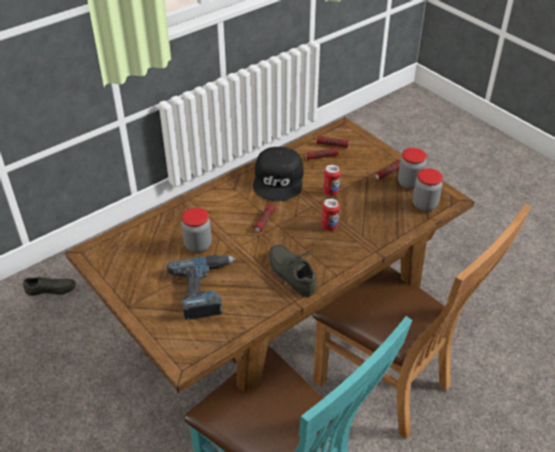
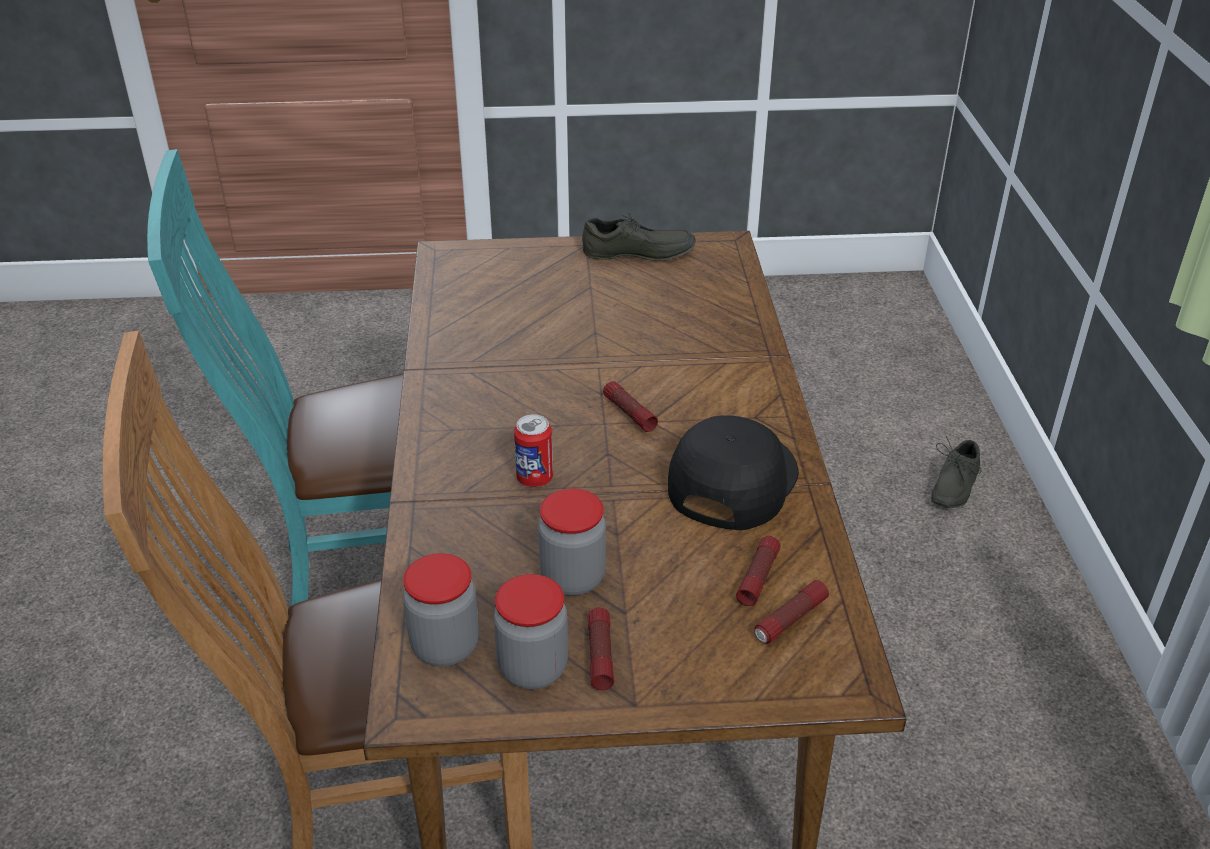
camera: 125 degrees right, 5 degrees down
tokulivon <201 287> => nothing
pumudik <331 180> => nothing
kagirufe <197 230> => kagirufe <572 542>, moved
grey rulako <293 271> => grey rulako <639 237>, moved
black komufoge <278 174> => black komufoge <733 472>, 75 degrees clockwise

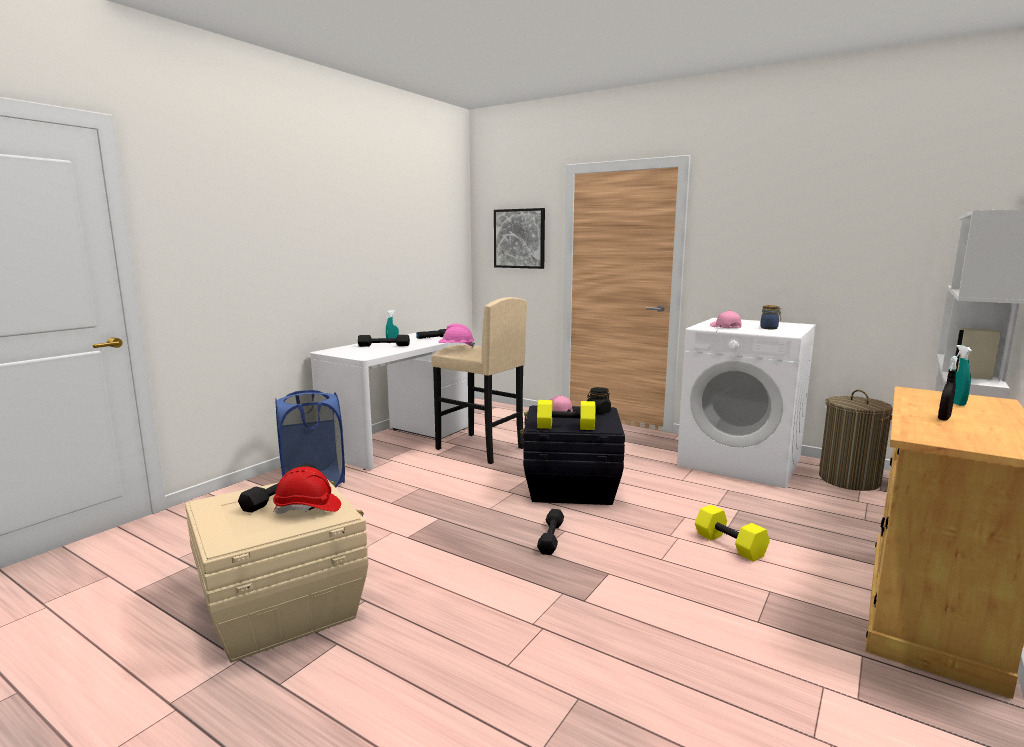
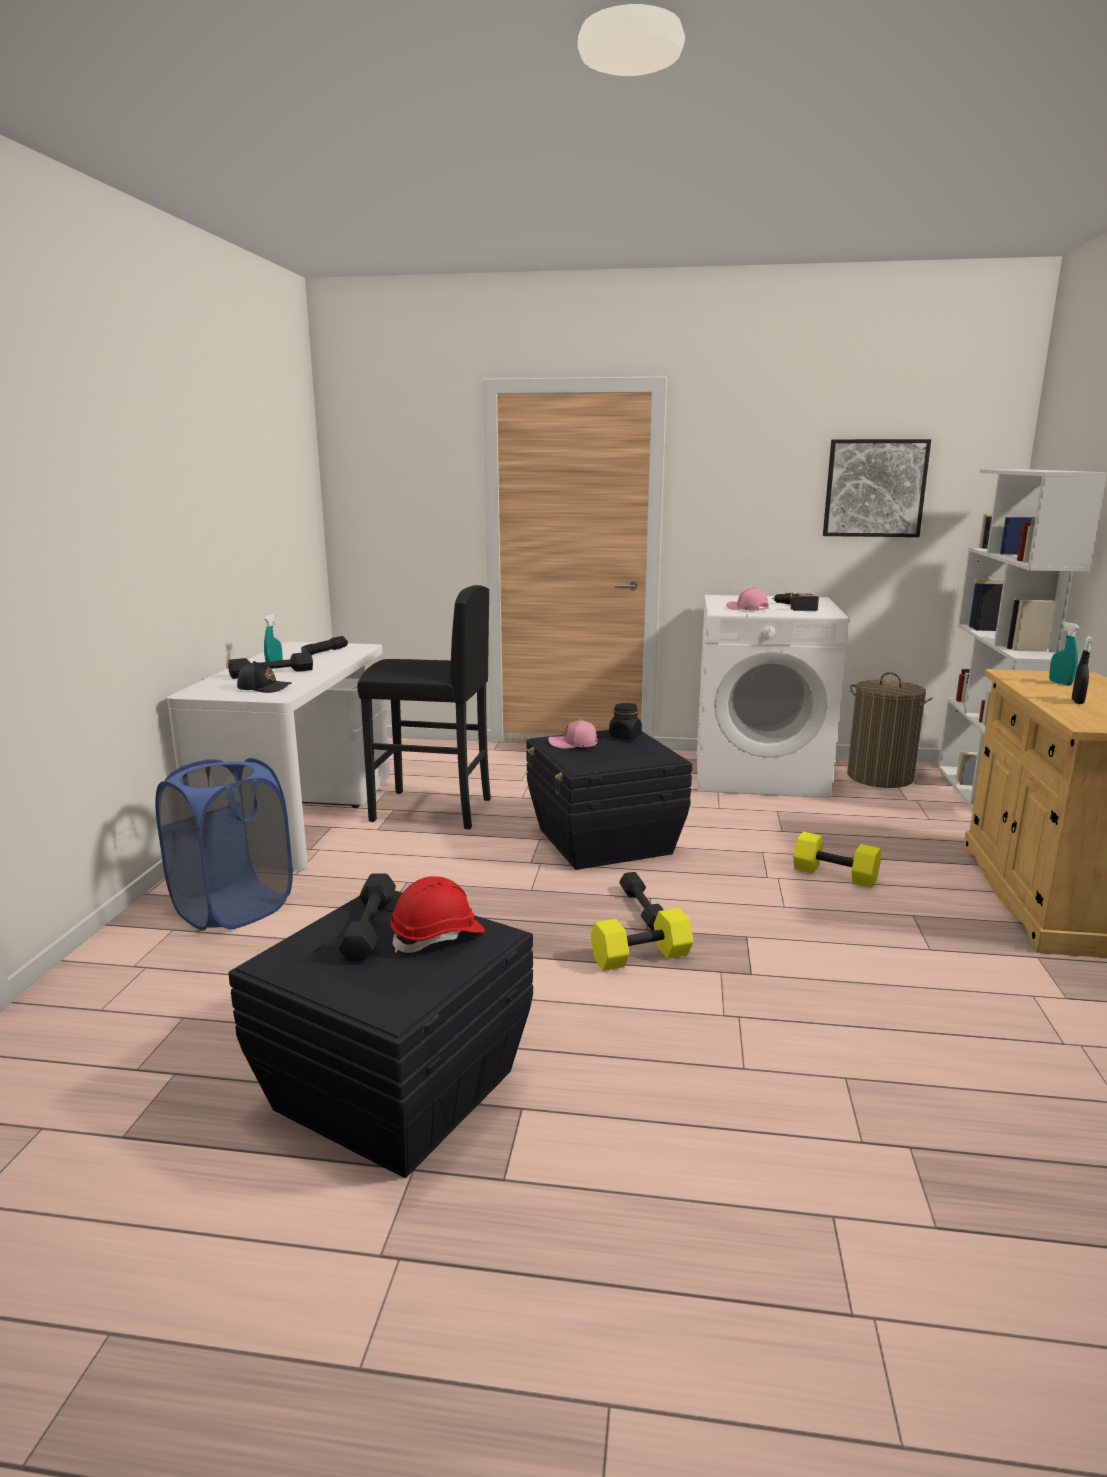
camera: 25 degrees left, 5 degrees up
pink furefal <457 336> => nothing
nothing => black komufoge <264 677>
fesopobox <519 238> => fesopobox <877 488>, moved
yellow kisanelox <566 415> => yellow kisanelox <642 939>, moved
kagirufe <771 317> => tokulivon <795 602>
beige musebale <276 571> => black musebale <380 1034>
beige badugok <479 380> => black badugok <424 707>

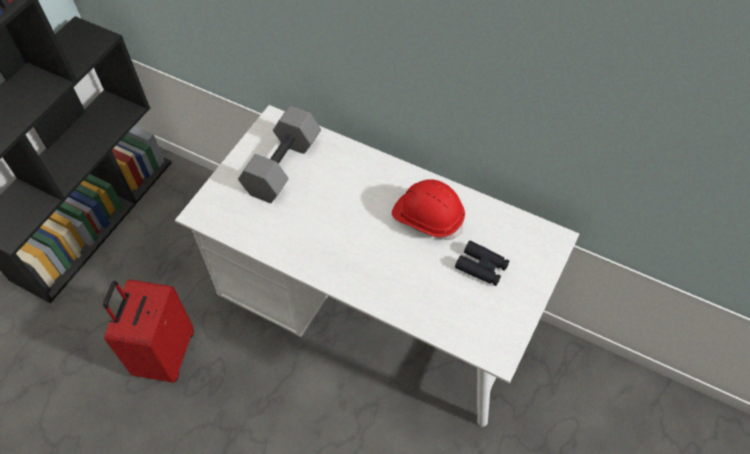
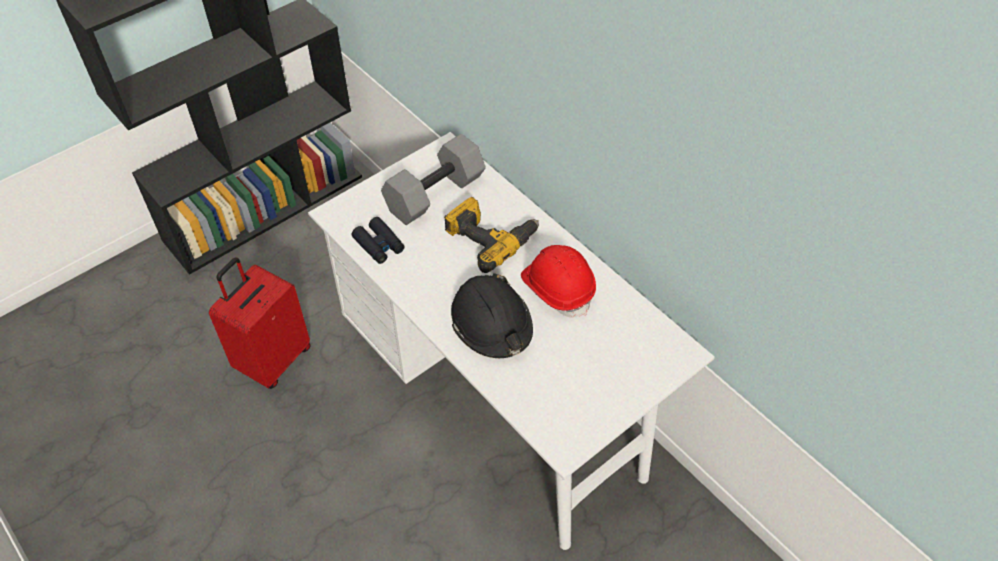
camera: 20 degrees right, 5 degrees down
nothing => tokulivon <491 235>
nothing => black furefal <492 315>
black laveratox <482 263> => black laveratox <378 240>, moved

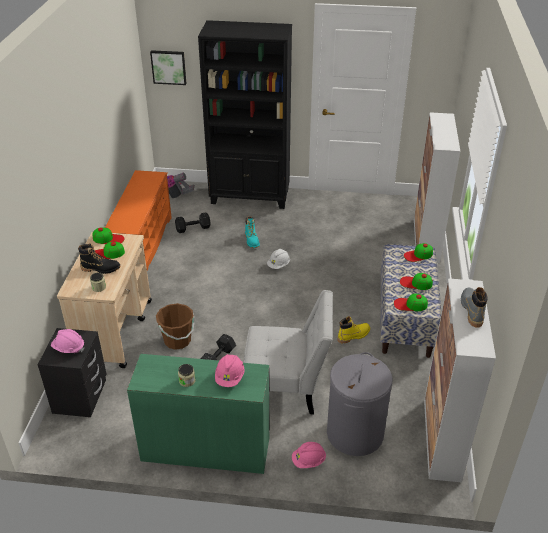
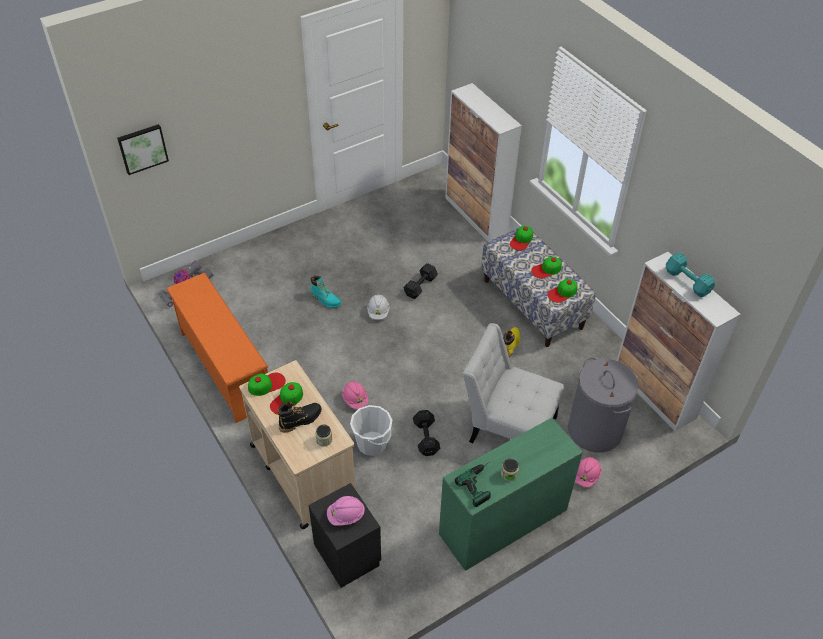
camera: 40 degrees left, 10 degrees up
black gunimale <245 114> => nothing
nothing => tokulivon <473 484>
black kisanelox <193 223> => black kisanelox <420 281>, moved
pink furefal <230 370> => pink furefal <355 395>, moved
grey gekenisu <474 307> => turquoise kisanelox <690 275>
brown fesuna <175 326> => white fesuna <371 430>
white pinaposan <288 352> => white pinaposan <513 383>, 120 degrees counterclockwise

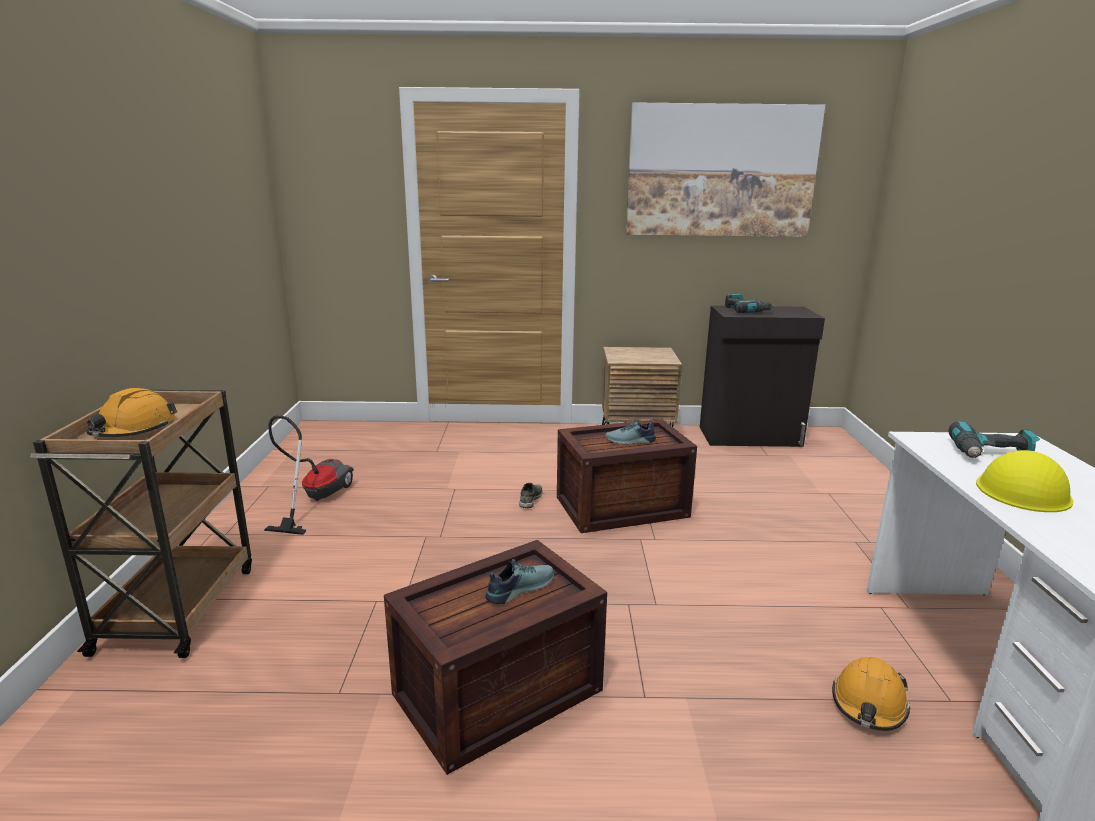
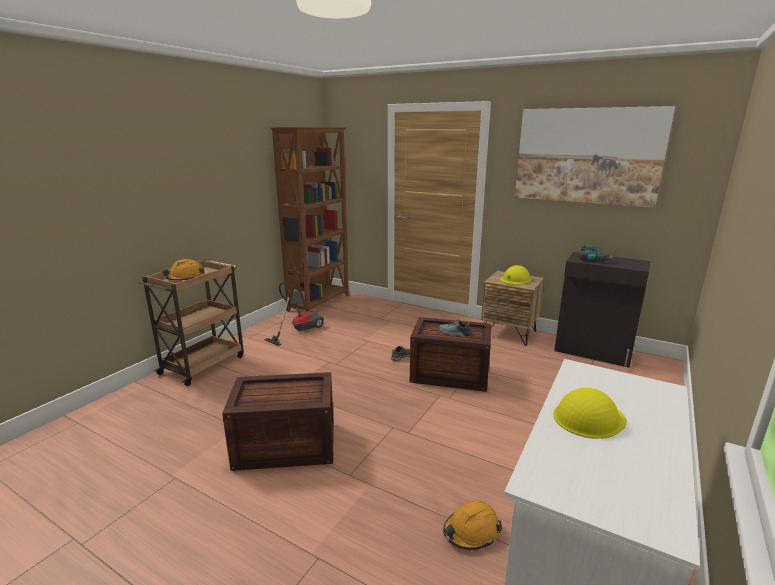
camera: 30 degrees right, 0 degrees up
rulako <519 582> => nothing
tokulivon <994 439> => nothing
nothing => brown gunimale <309 219>
nothing => yellow furefal <515 275>

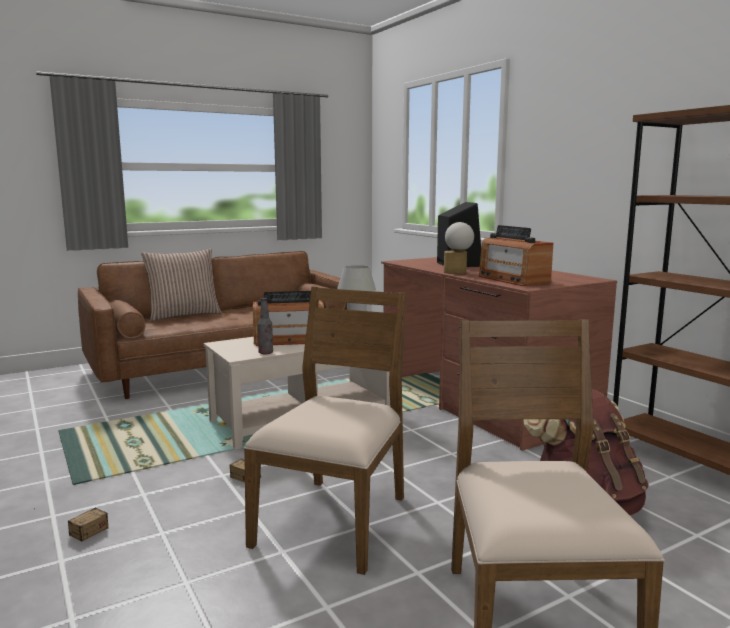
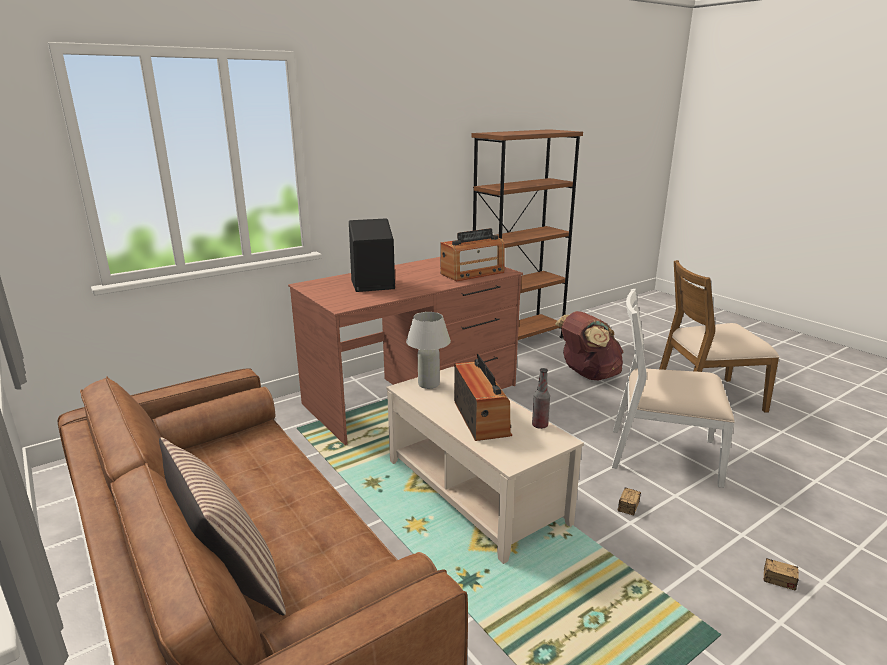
camera: 95 degrees left, 10 degrees up
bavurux <459 248> => nothing
brown pinaposan <325 430> => white pinaposan <673 388>

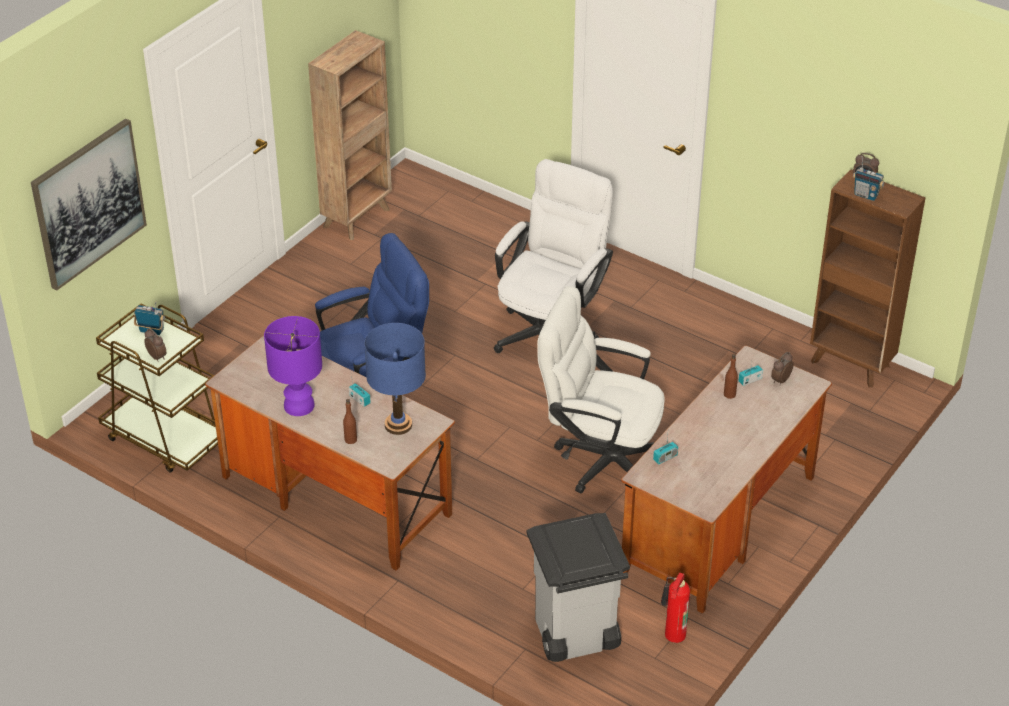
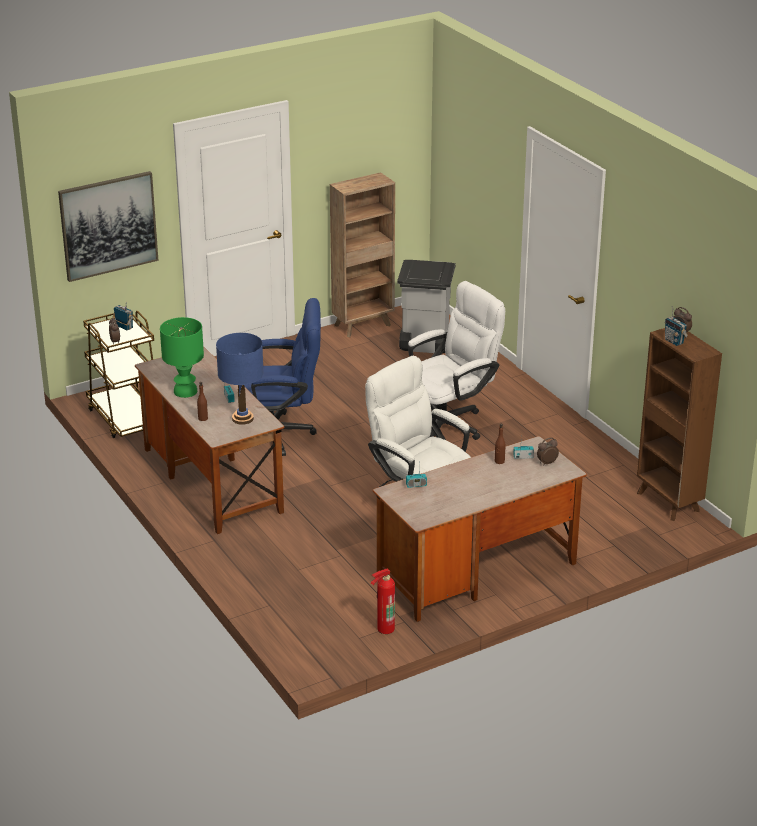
camera: 25 degrees right, 10 degrees down
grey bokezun <578 587> => grey bokezun <426 307>, moved
purple bavurux <293 366> => green bavurux <182 357>

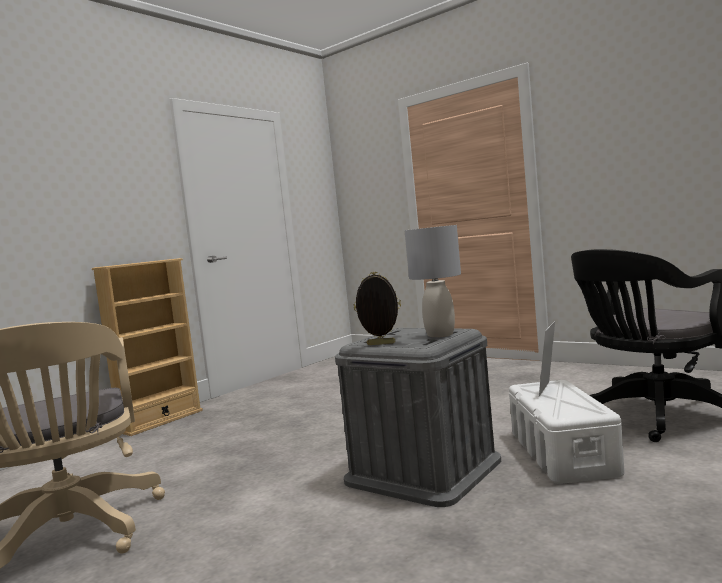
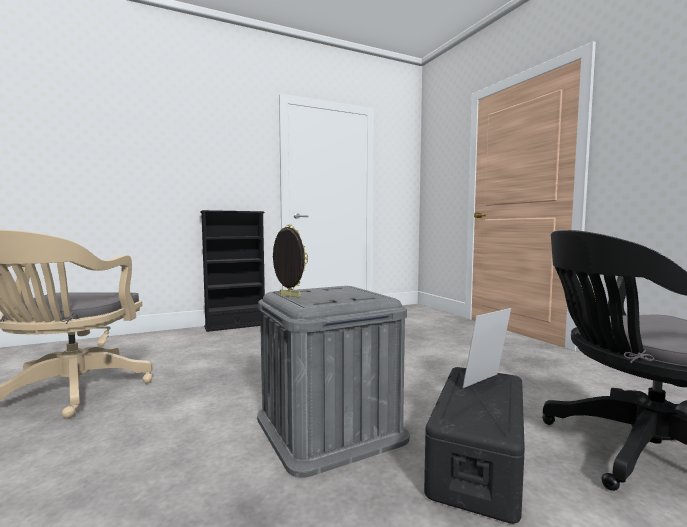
camera: 25 degrees right, 0 degrees up
grey bavurux <432 281> => nothing
beige gunimale <147 347> => black gunimale <232 271>
white musebale <567 432> => black musebale <474 445>

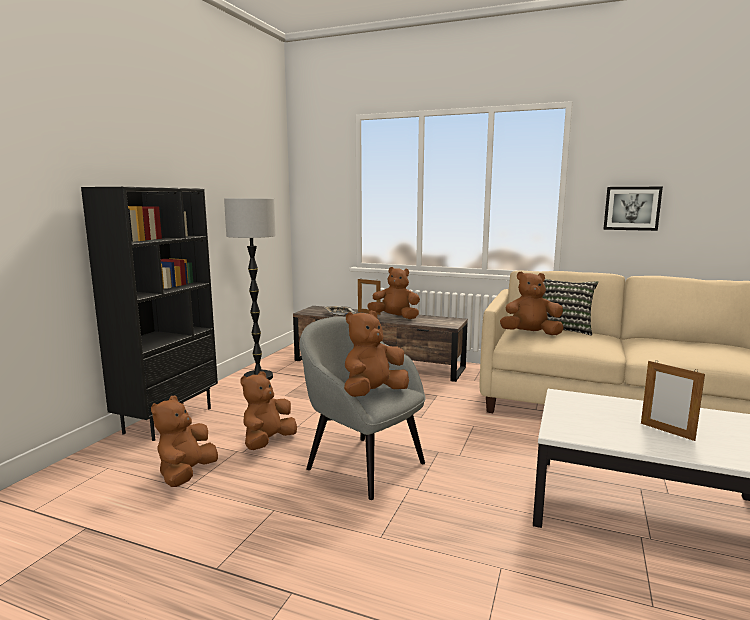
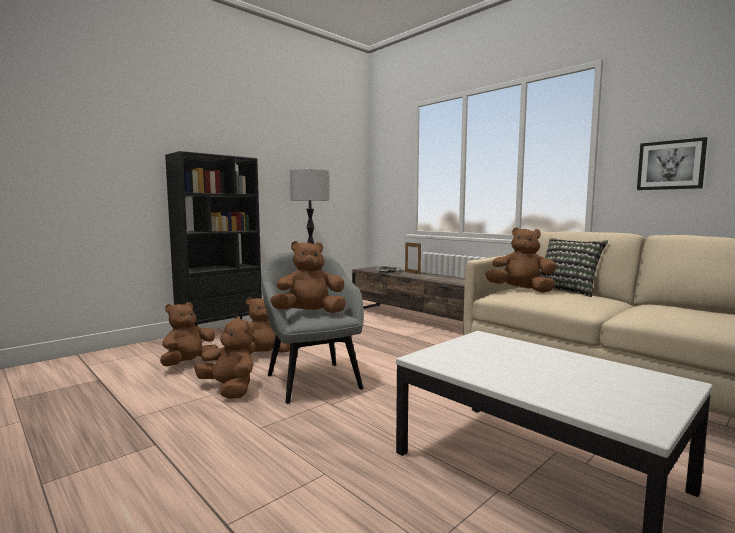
camera: 25 degrees right, 5 degrees down
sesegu <673 400> => nothing
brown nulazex <393 293> => brown nulazex <223 357>, moved

